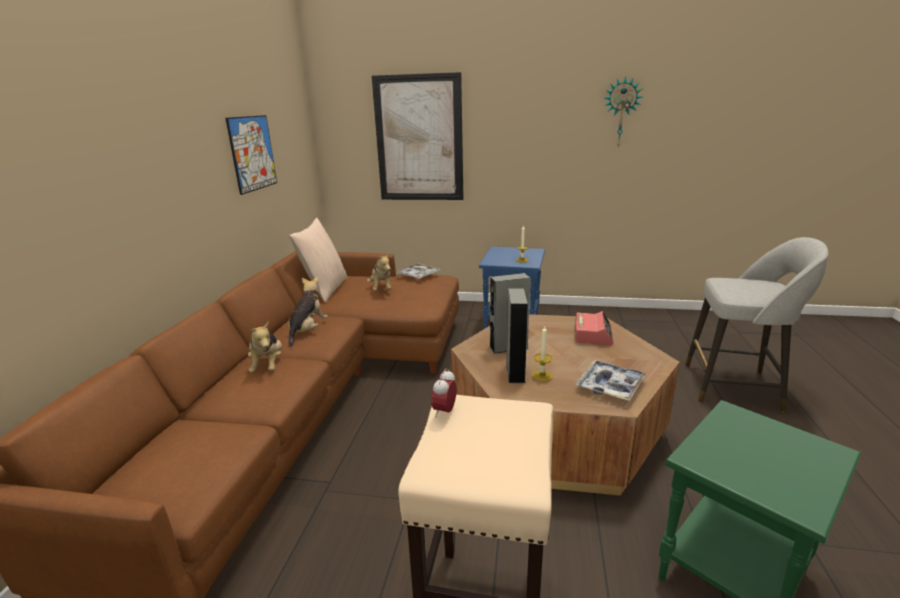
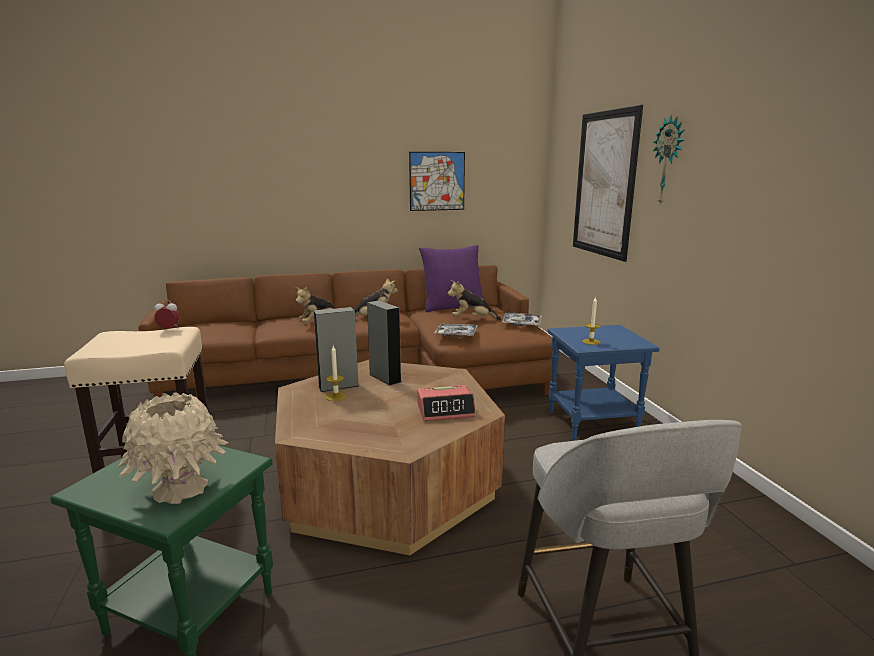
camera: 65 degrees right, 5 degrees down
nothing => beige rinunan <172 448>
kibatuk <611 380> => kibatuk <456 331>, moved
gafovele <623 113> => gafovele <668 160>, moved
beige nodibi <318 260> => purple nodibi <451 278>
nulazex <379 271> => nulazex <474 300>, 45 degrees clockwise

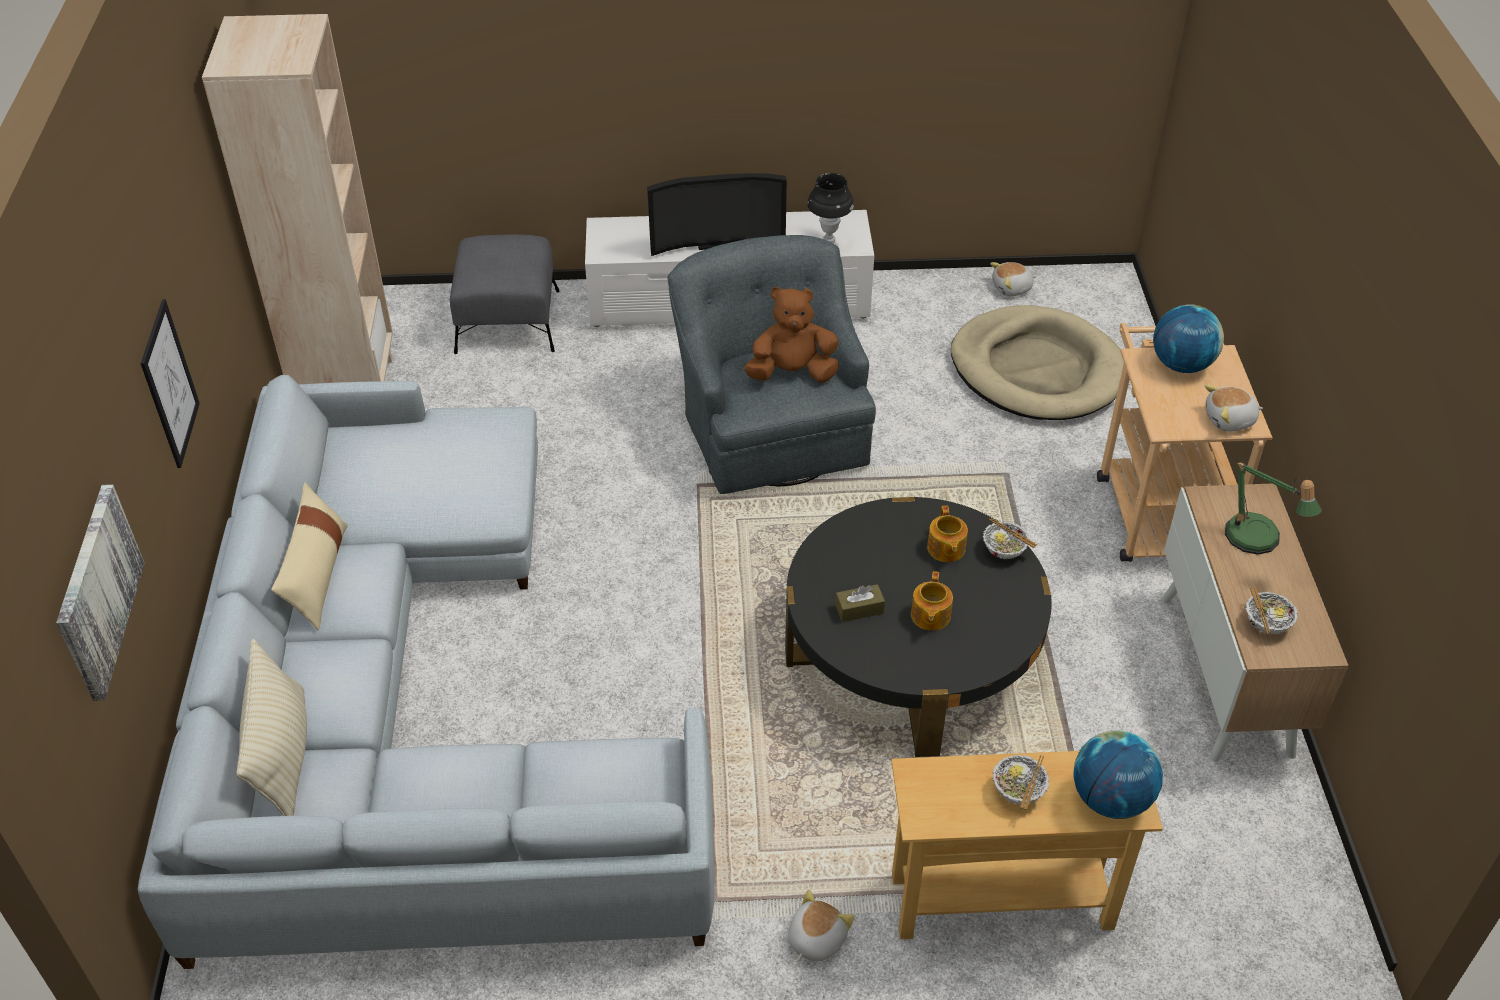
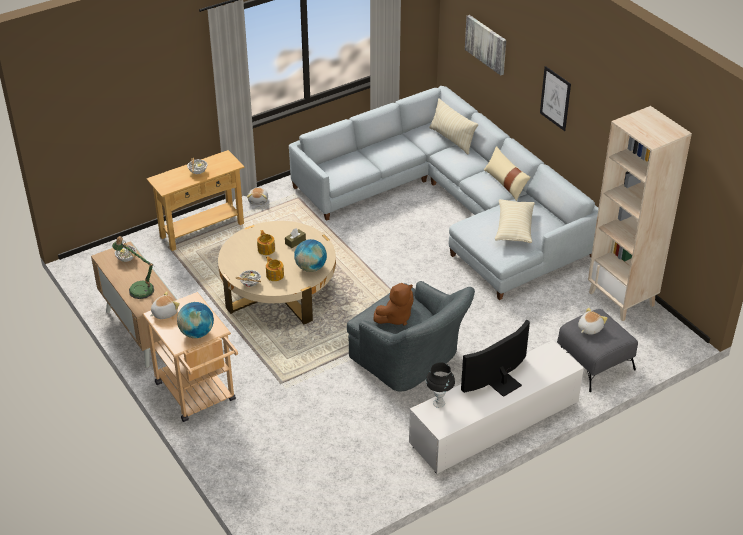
camera: 150 degrees right, 5 degrees down
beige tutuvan <1037 362> => nothing
nothing => beige nodibi <515 221>
nulazex <1013 279> => nulazex <593 321>, moved
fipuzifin <1118 774> => fipuzifin <310 255>, moved
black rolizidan <918 627> => beige rolizidan <277 273>

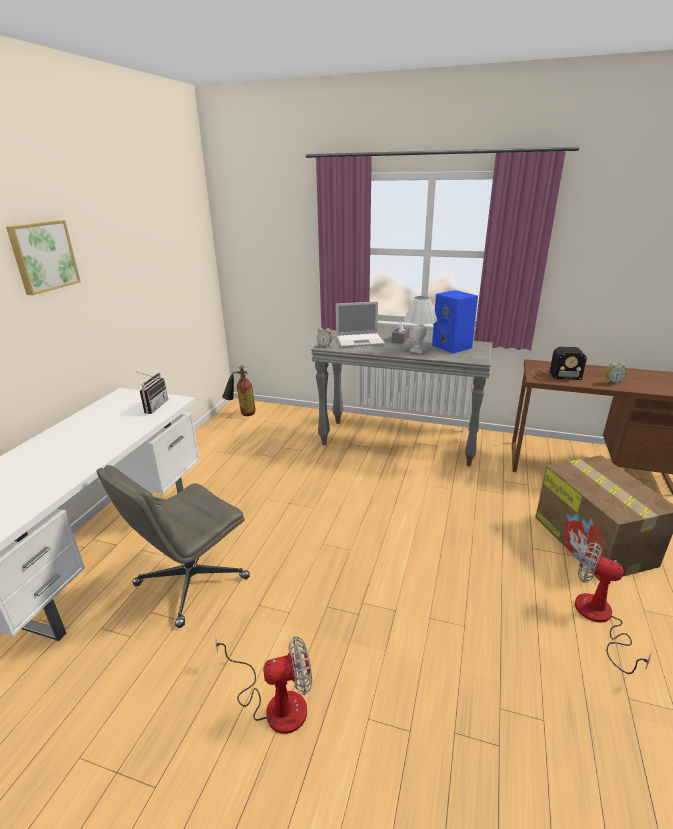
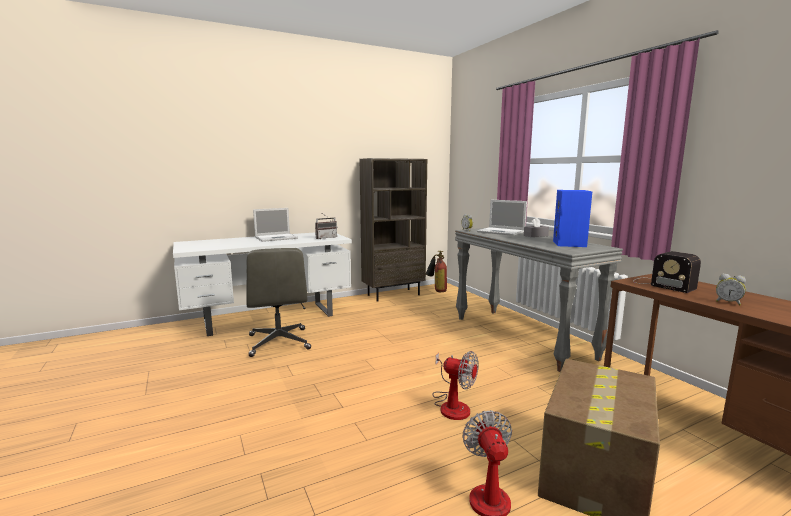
camera: 45 degrees right, 15 degrees down
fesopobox <43 257> => nothing
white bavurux <421 325> => nothing
nothing => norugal <275 225>
nothing => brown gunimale <393 230>
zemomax <263 684> => zemomax <455 385>, moved
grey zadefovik <173 546> => grey zadefovik <278 302>, 105 degrees counterclockwise

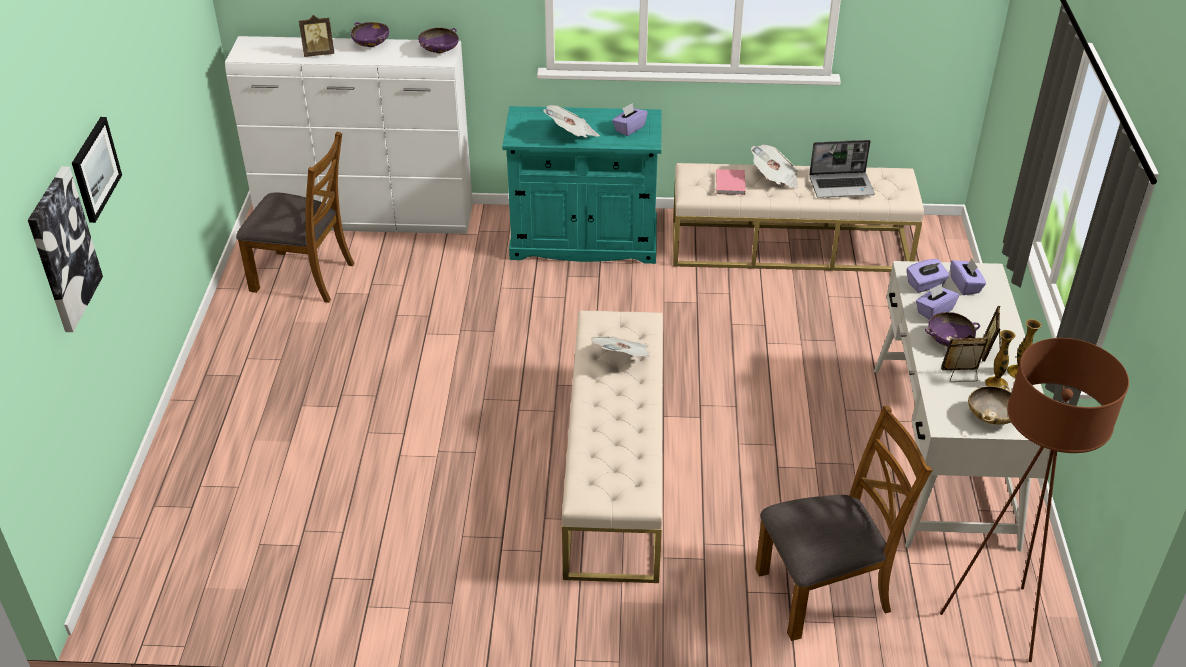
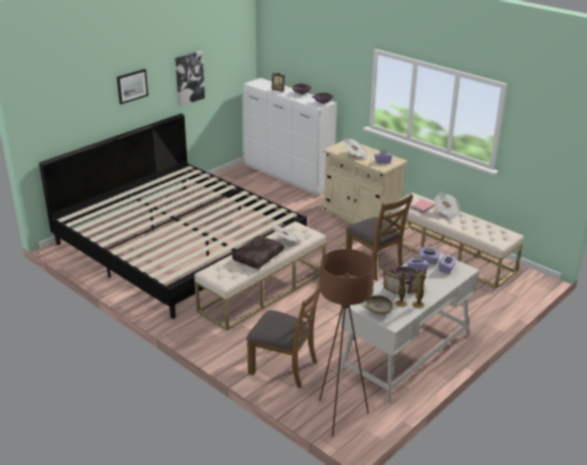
camera: 40 degrees right, 10 degrees down
norugal <842 169> => nothing
nothing => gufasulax <173 216>
nothing => brown nodibi <258 252>
fesopobox <65 249> => fesopobox <190 78>, moved
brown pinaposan <295 217> => brown pinaposan <379 237>, moved
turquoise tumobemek <582 185> => beige tumobemek <365 184>

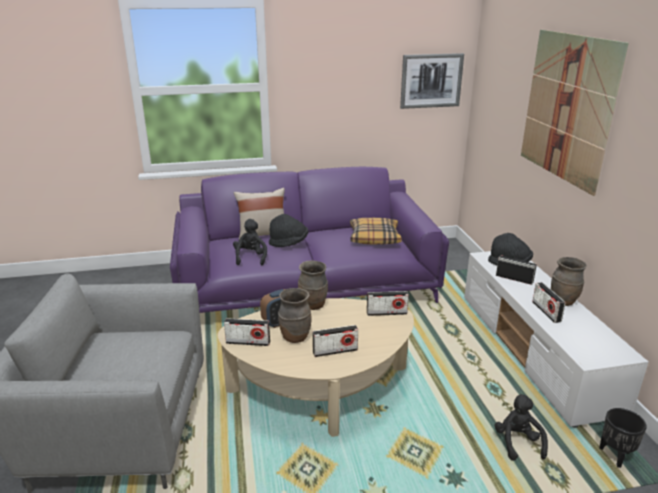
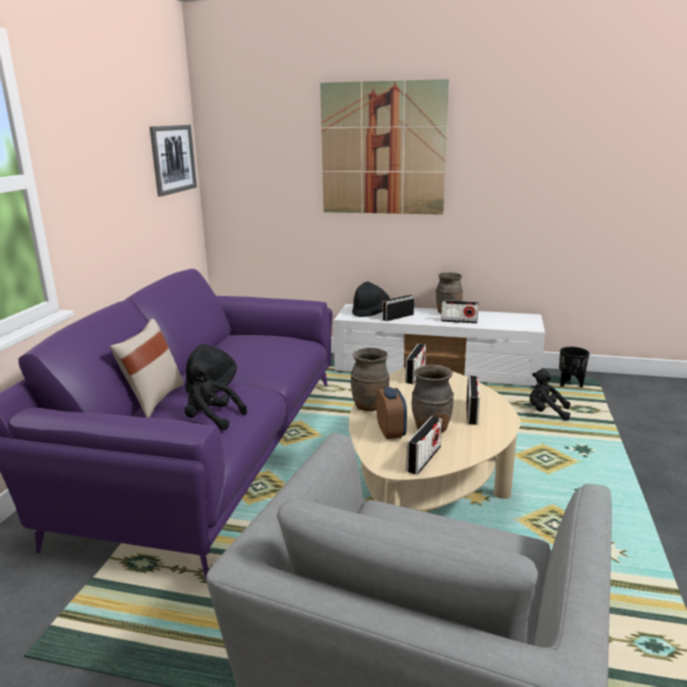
camera: 65 degrees left, 5 degrees down
nodibi <376 231> => nothing

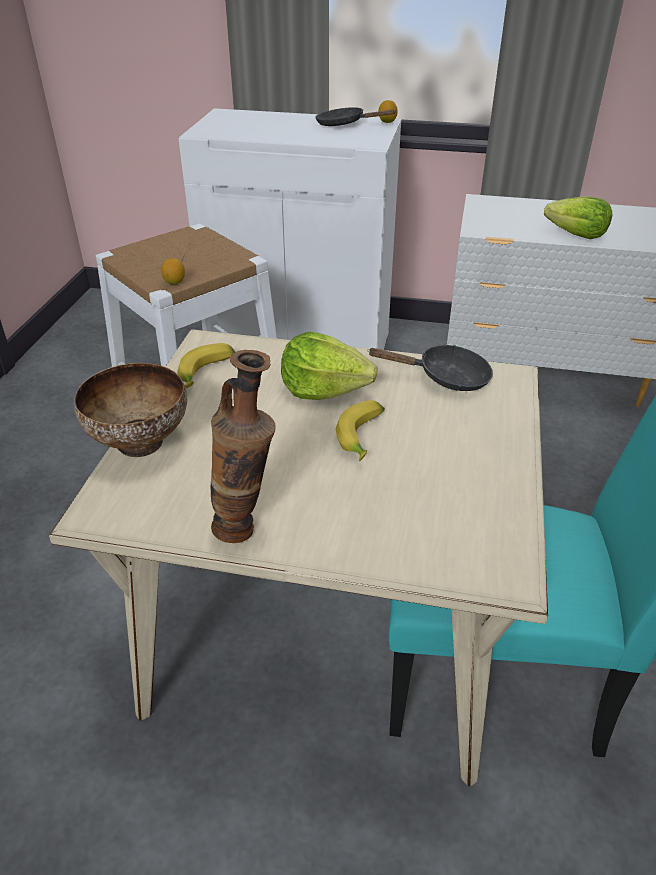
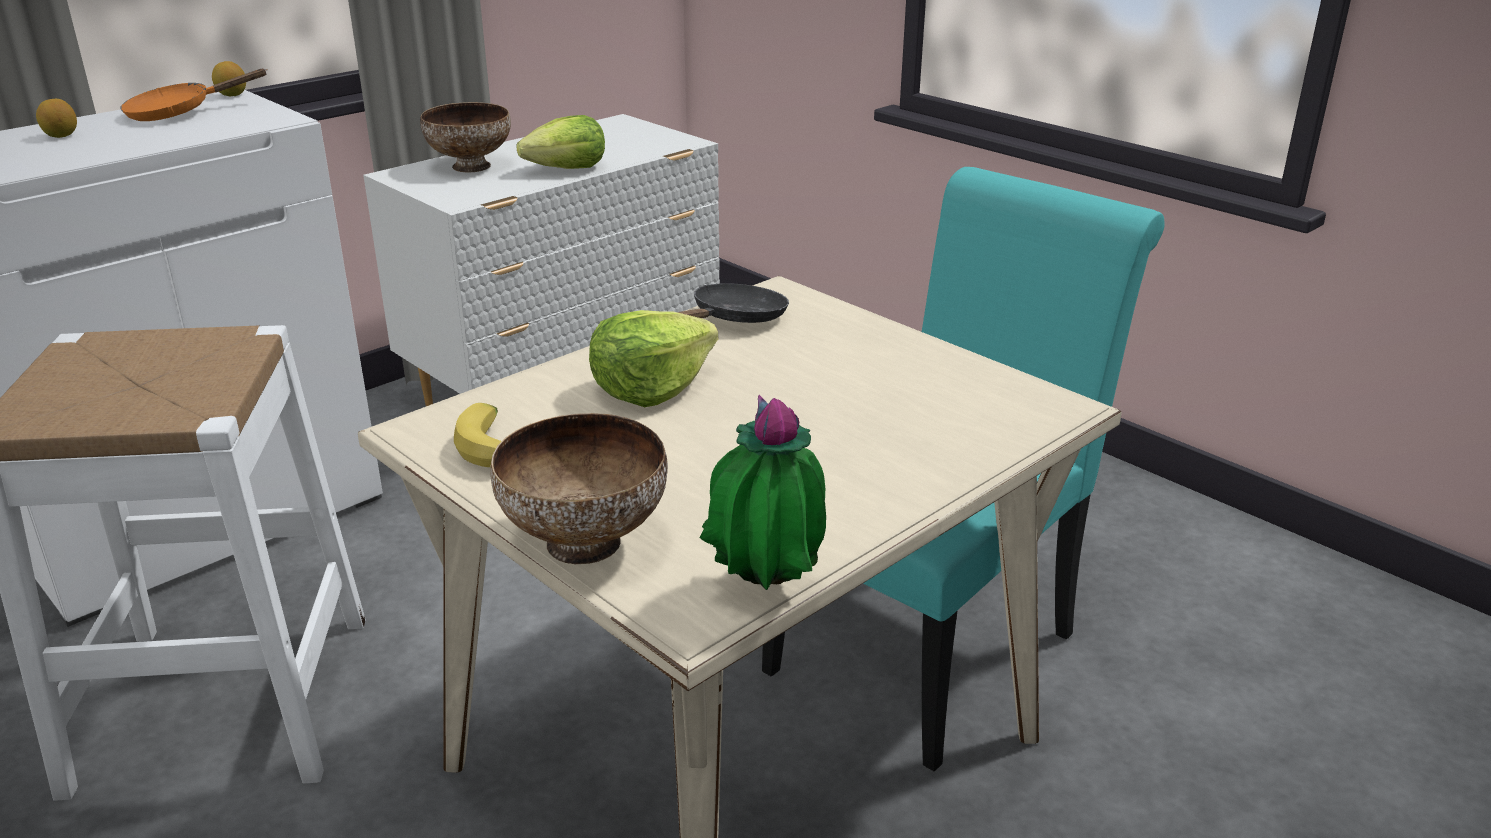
camera: 55 degrees left, 10 degrees down
rinunan <243 446> => nothing
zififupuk <360 431> => nothing
nothing => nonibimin <465 137>
nothing => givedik <763 492>
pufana <173 271> => pufana <56 118>, moved
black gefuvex <356 116> => orange gefuvex <194 95>

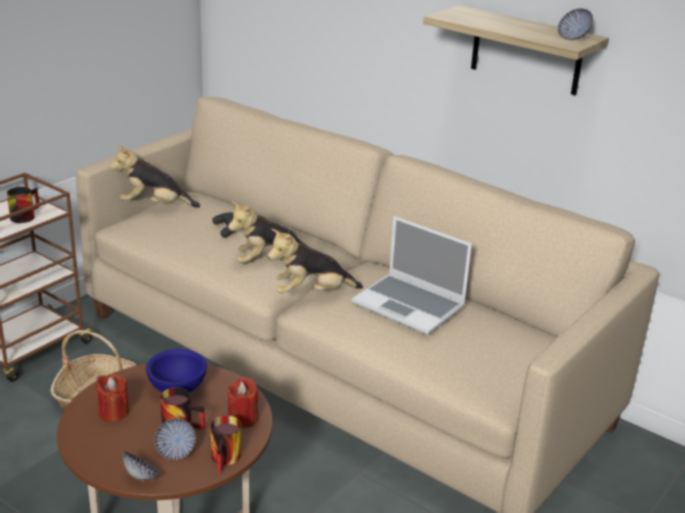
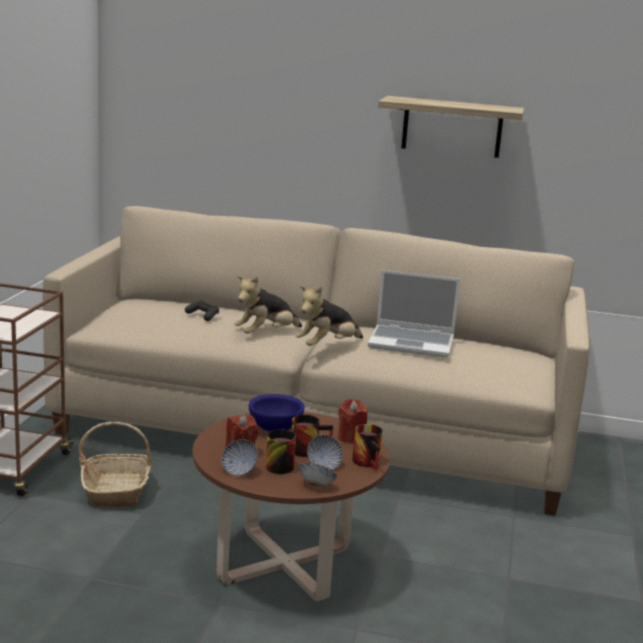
camera: 25 degrees left, 10 degrees down
nulazex <155 176> => nothing
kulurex <23 205> => kulurex <281 451>, moved
nonibimin <575 24> => nonibimin <239 457>, moved

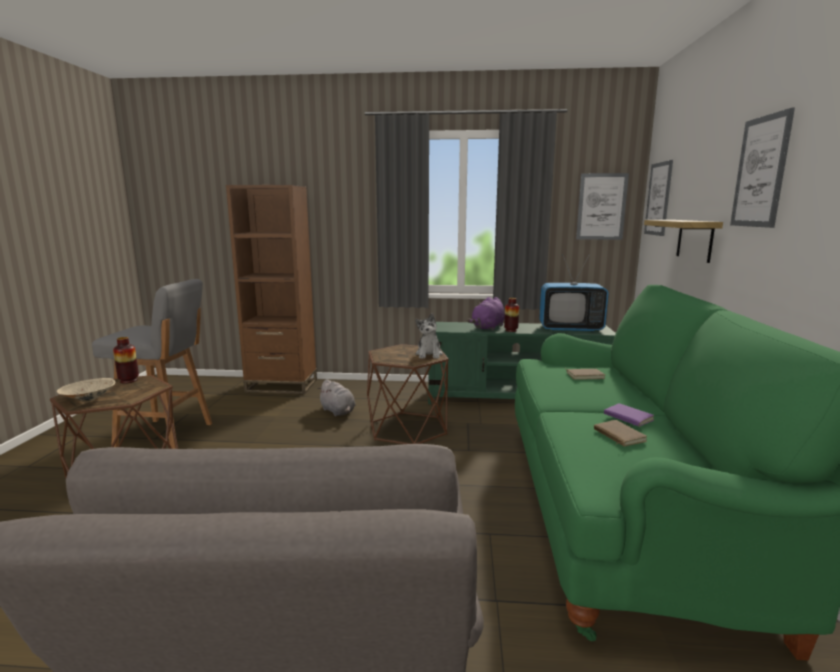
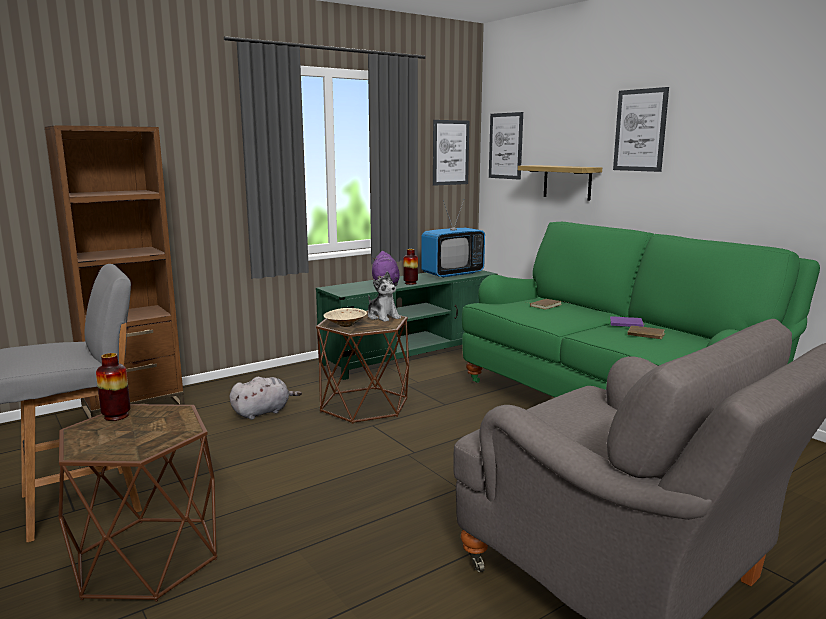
camera: 40 degrees left, 0 degrees up
beige nonibimin <86 390> => beige nonibimin <345 317>, moved
grey nulazex <336 397> => grey nulazex <265 398>, 45 degrees counterclockwise

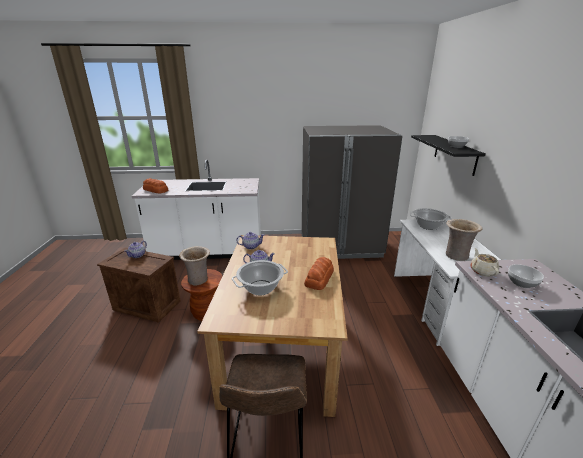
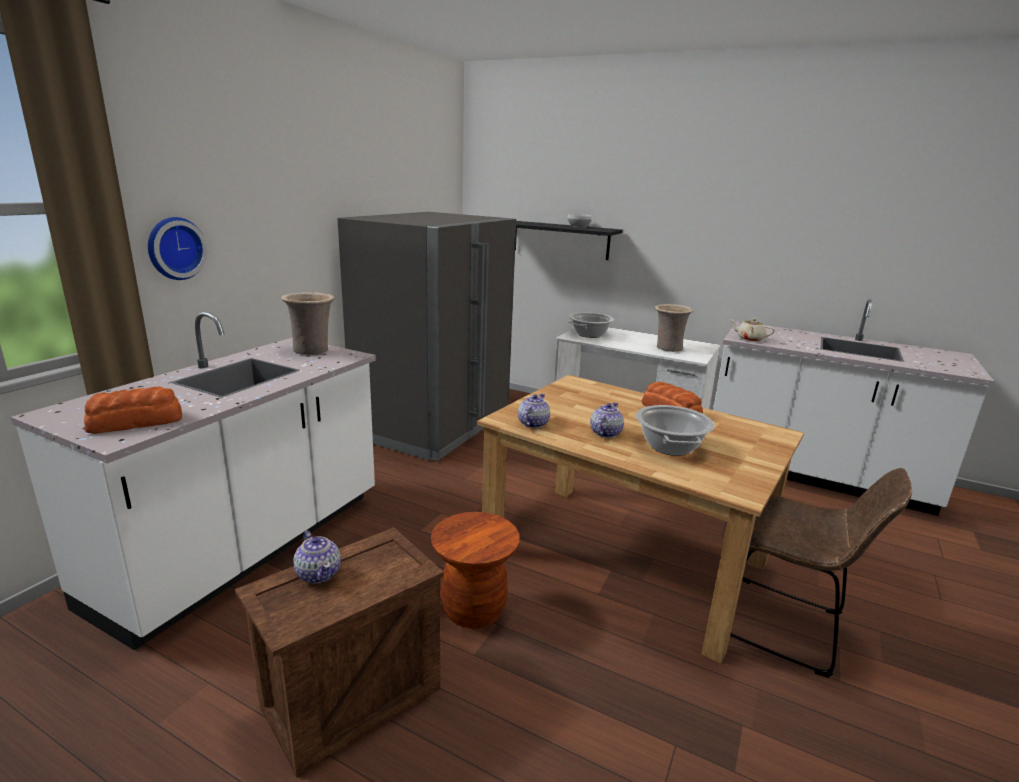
camera: 60 degrees left, 5 degrees down
nonibimin <526 276> => nothing
nothing => gafovele <178 248>
beige rinunan <194 266> => beige rinunan <308 323>, moved

